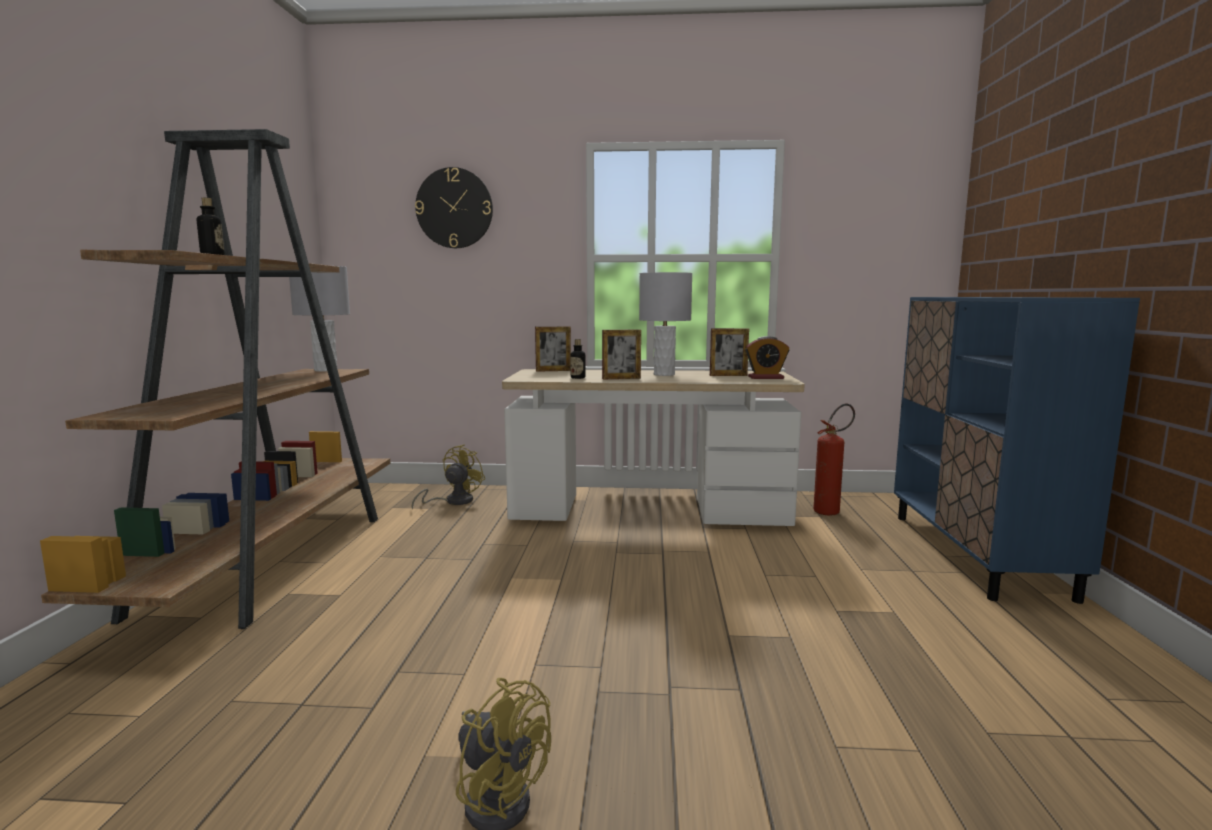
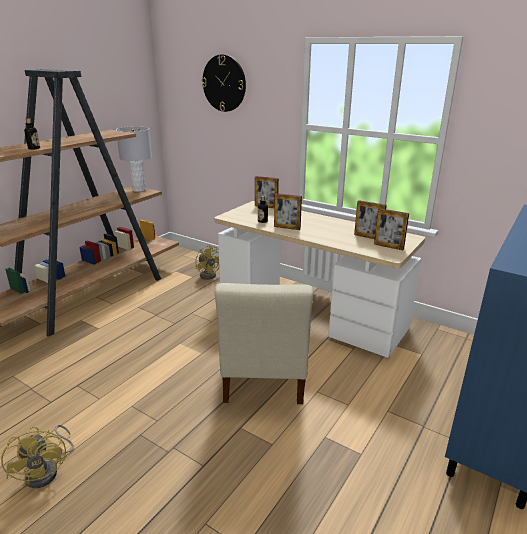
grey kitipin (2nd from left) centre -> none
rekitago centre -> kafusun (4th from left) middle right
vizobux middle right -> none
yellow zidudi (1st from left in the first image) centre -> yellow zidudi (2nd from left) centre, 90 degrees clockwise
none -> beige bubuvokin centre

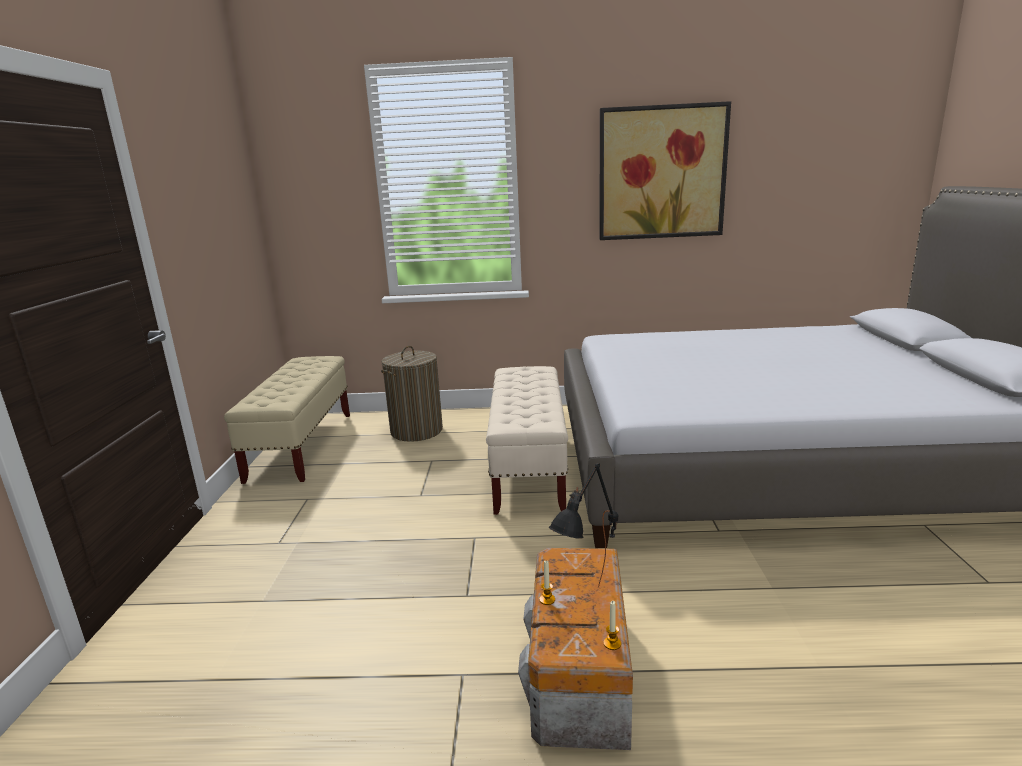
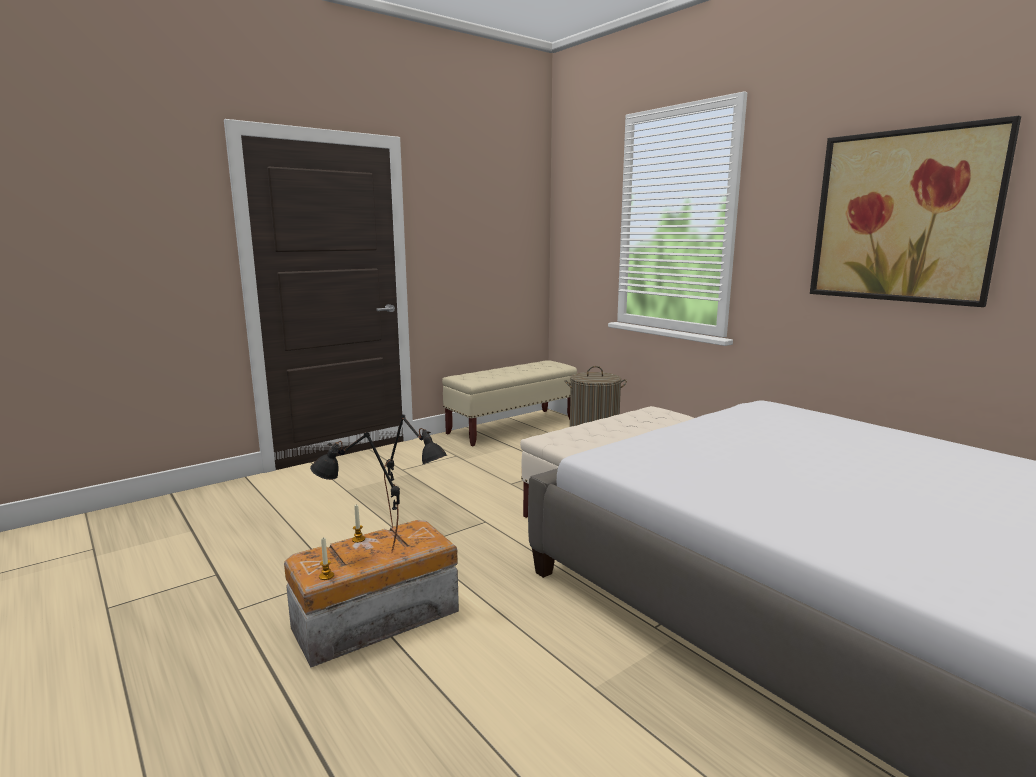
none -> black kitipin (2nd from left) centre

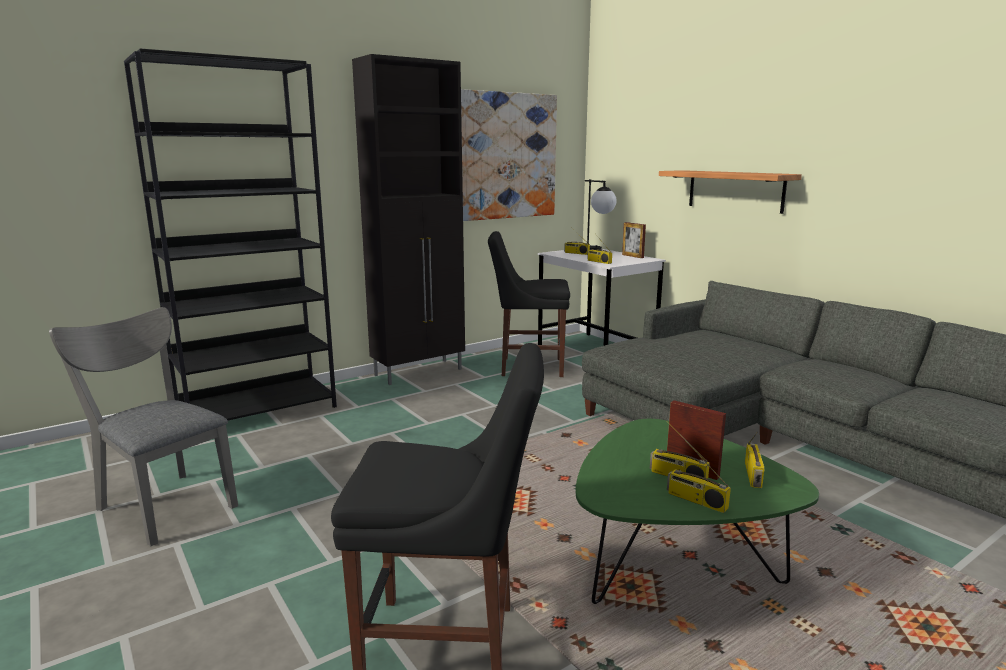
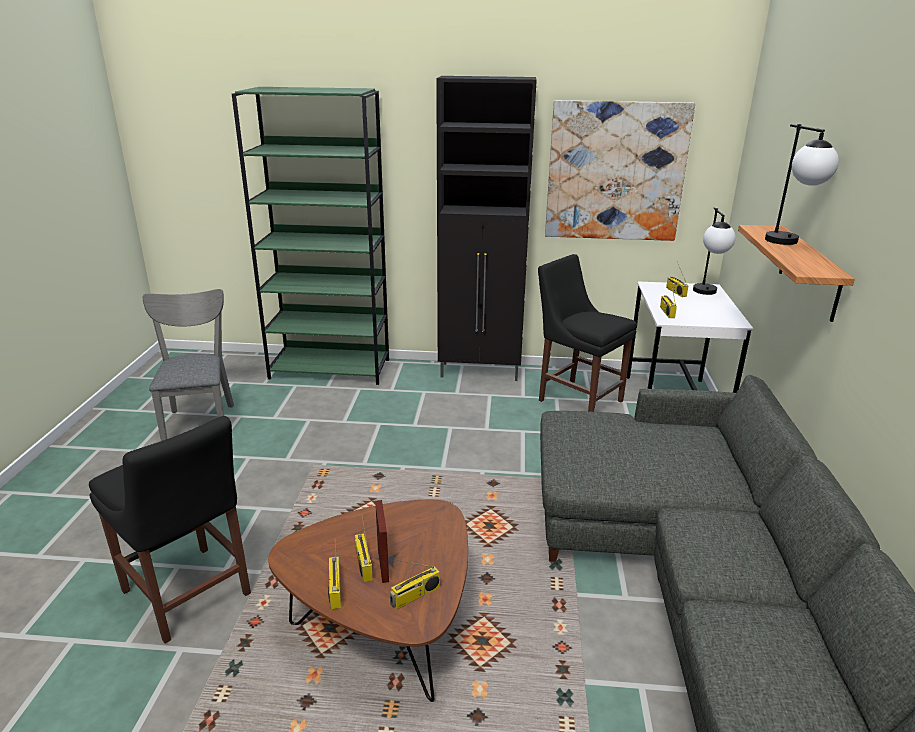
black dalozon middle left -> green dalozon top centre
kafusun (1st from left) centre -> none
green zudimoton bottom right -> brown zudimoton bottom centre
none -> kitipin (2nd from left) top right

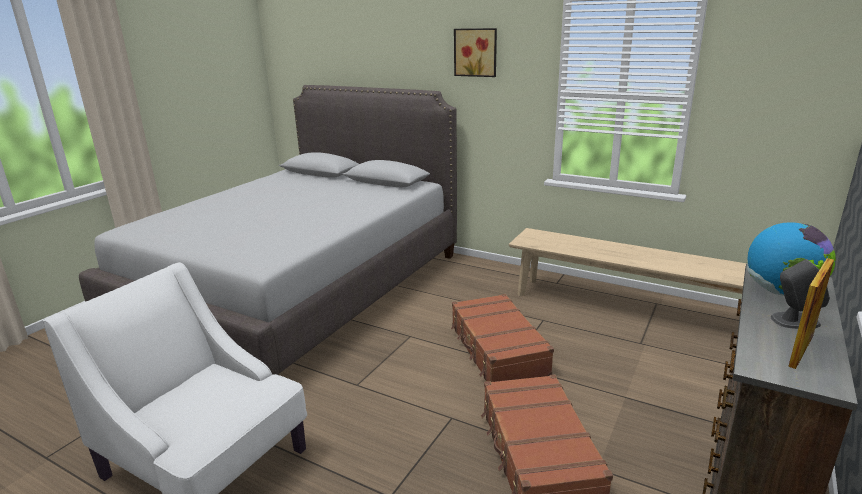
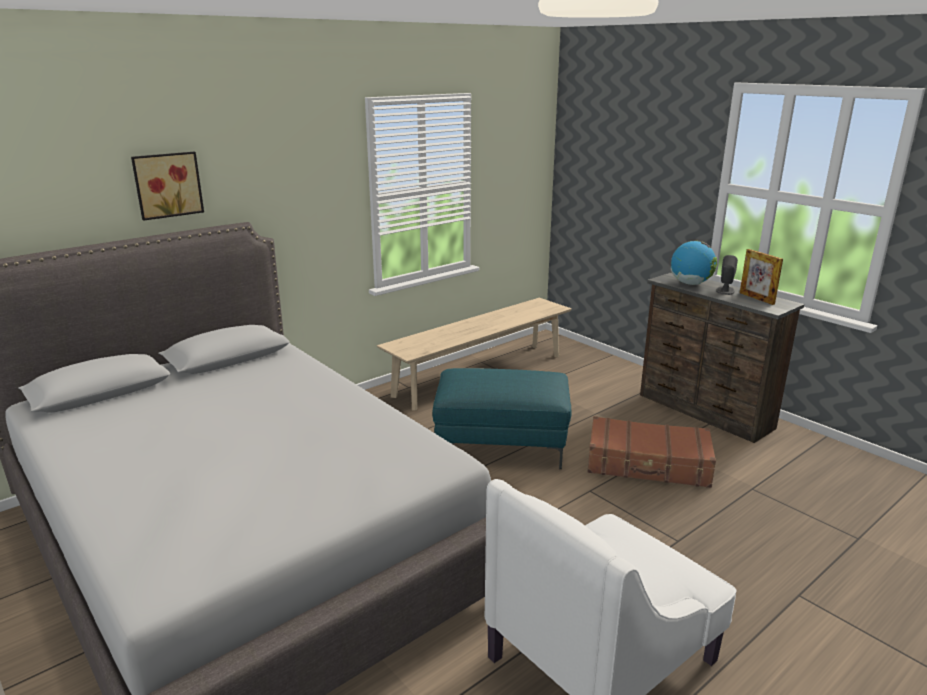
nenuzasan top centre -> nenuzasan top left, move
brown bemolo (1st from left) bottom centre -> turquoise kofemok centre

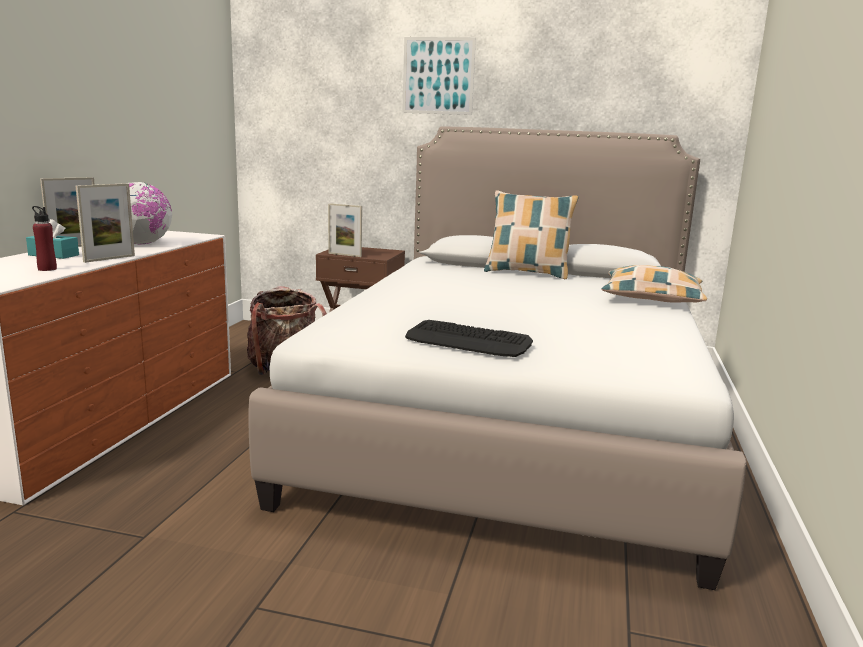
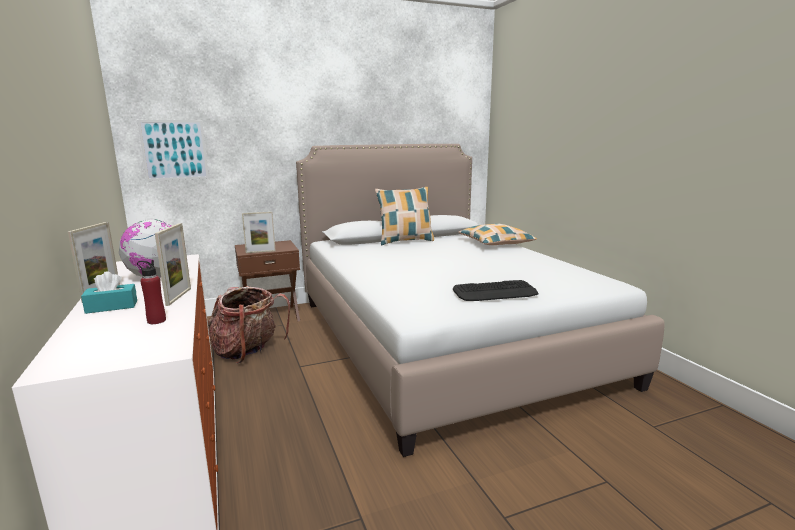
nenuzasan top centre -> nenuzasan top left, move

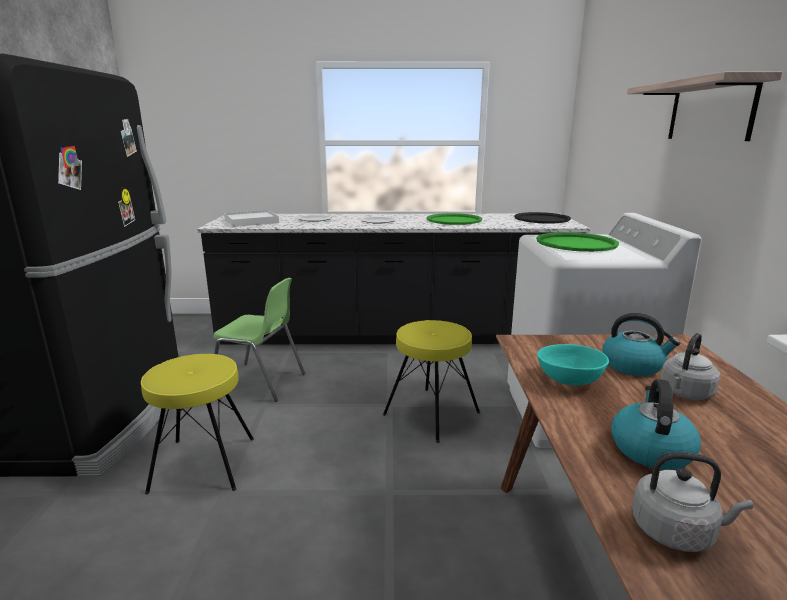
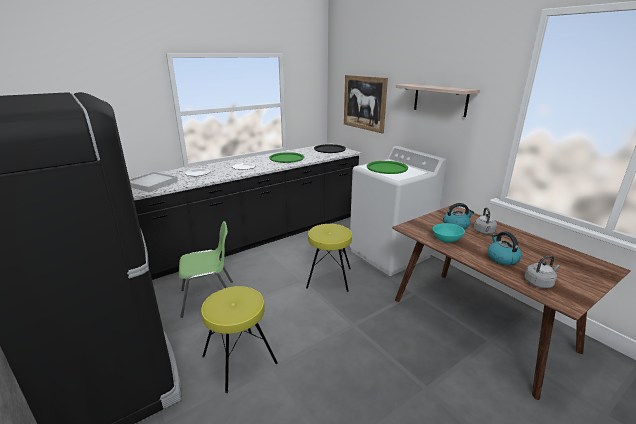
none -> nenuzasan top centre

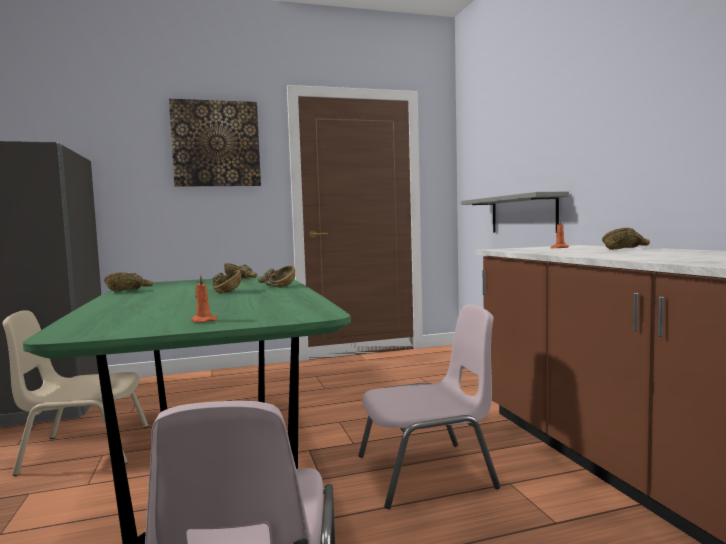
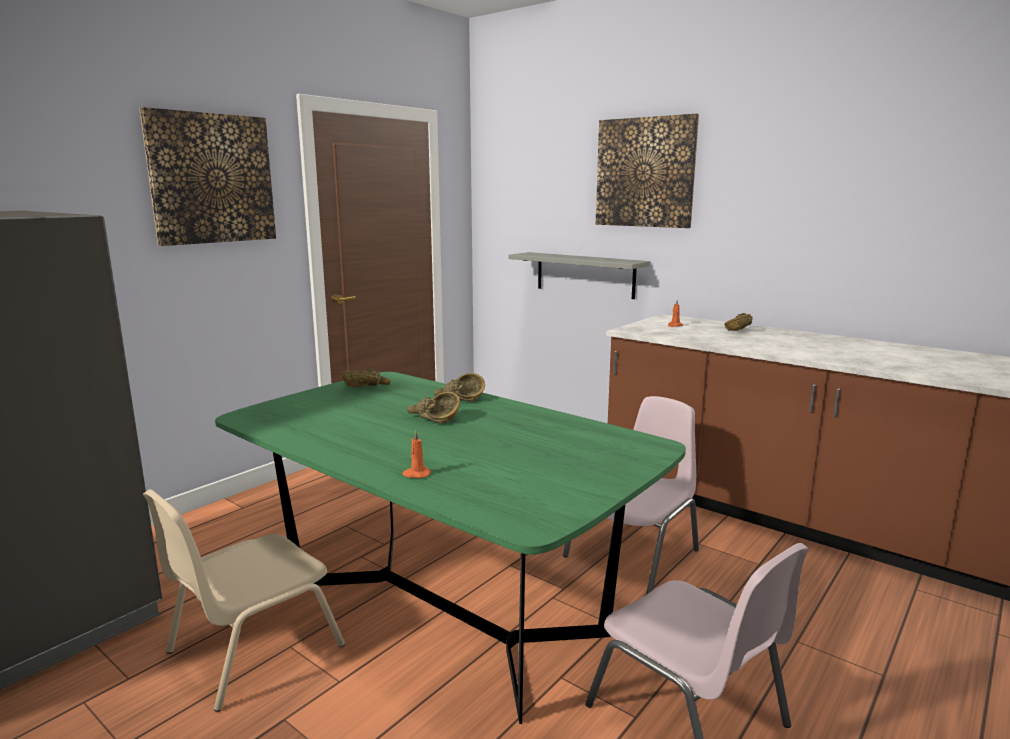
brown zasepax (1st from left) middle left -> none
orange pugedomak (1st from left) middle left -> orange pugedomak (1st from left) centre, move
none -> nenuzasan (2nd from left) top centre

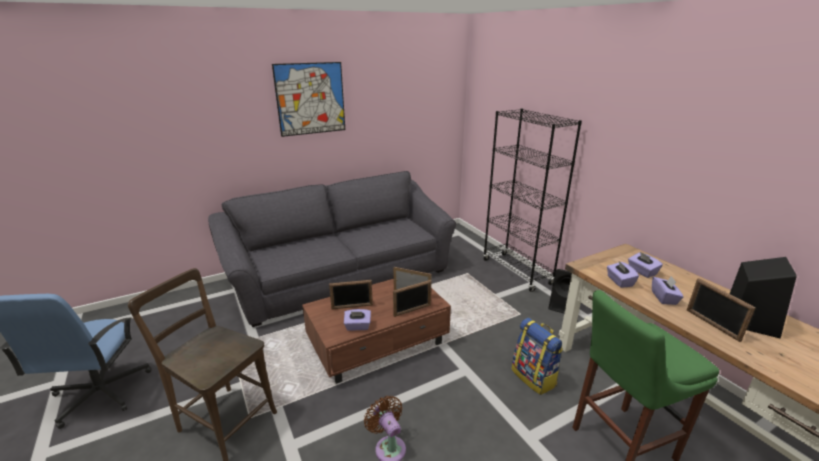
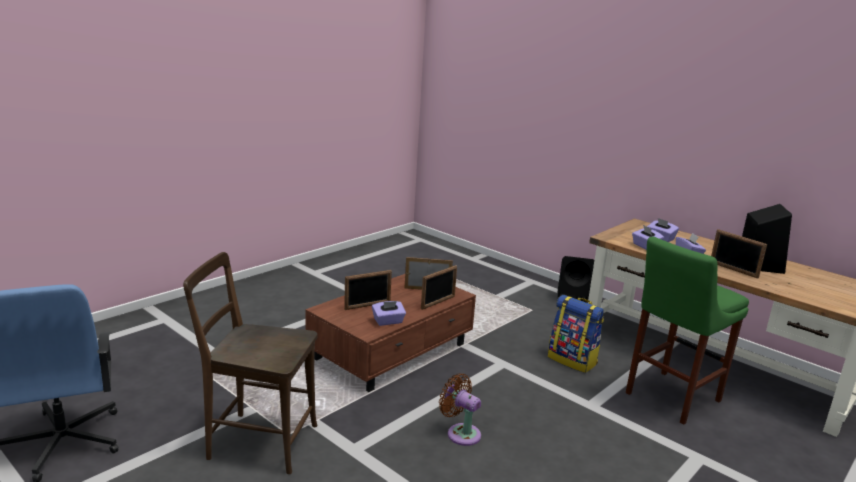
nenuzasan top centre -> none
black dalozon centre -> none
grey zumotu centre -> none

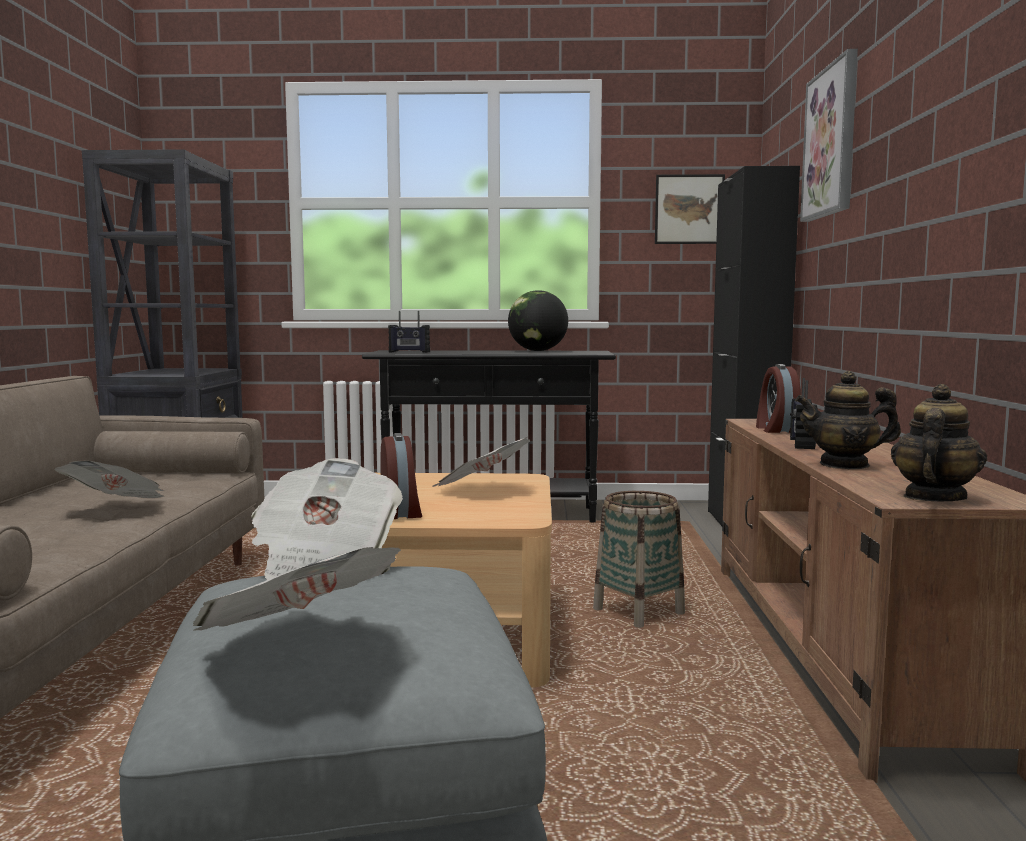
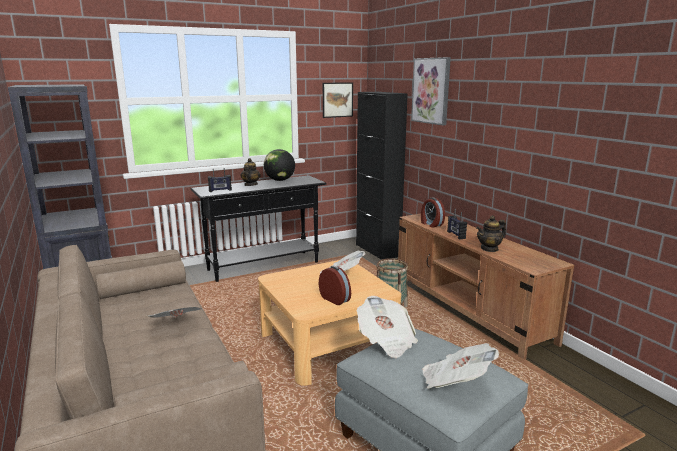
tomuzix (2nd from left in the first image) middle right -> tomuzix (1st from left) centre, move

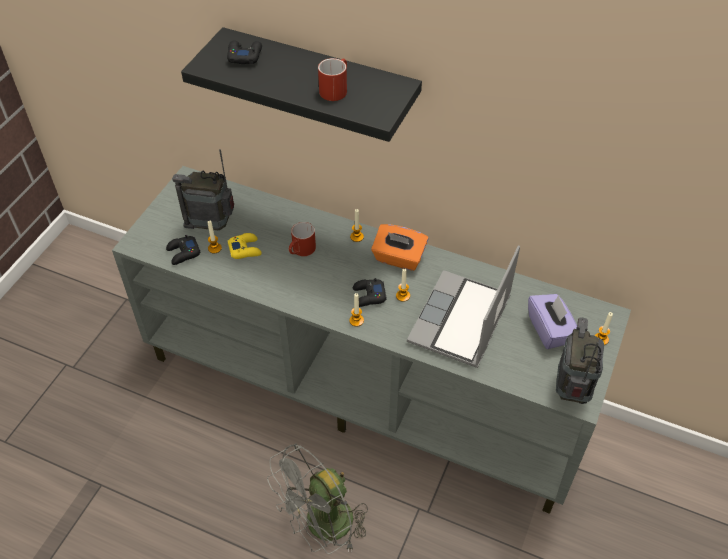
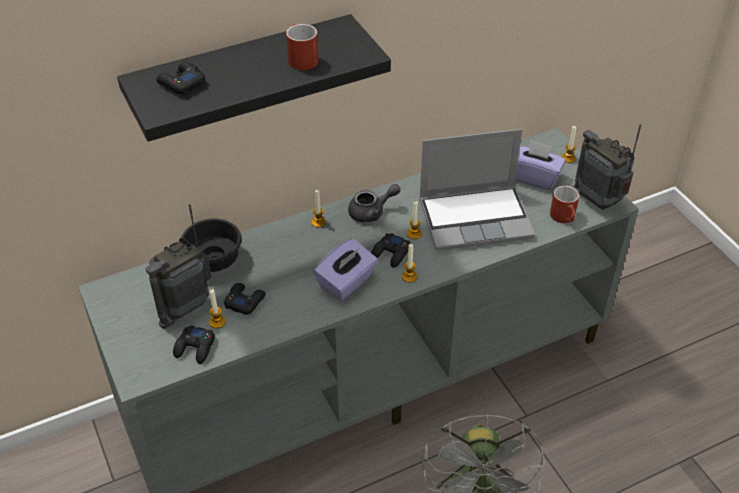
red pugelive (1st from left in the first image) centre -> red pugelive (2nd from left) middle right, move
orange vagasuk centre -> grey tomuzix centre
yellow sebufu centre -> black sebufu (3rd from left) middle left
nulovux centre, 75 degrees counterclockwise
none -> black zasepax middle left
none -> purple vagasuk (1st from left) centre

